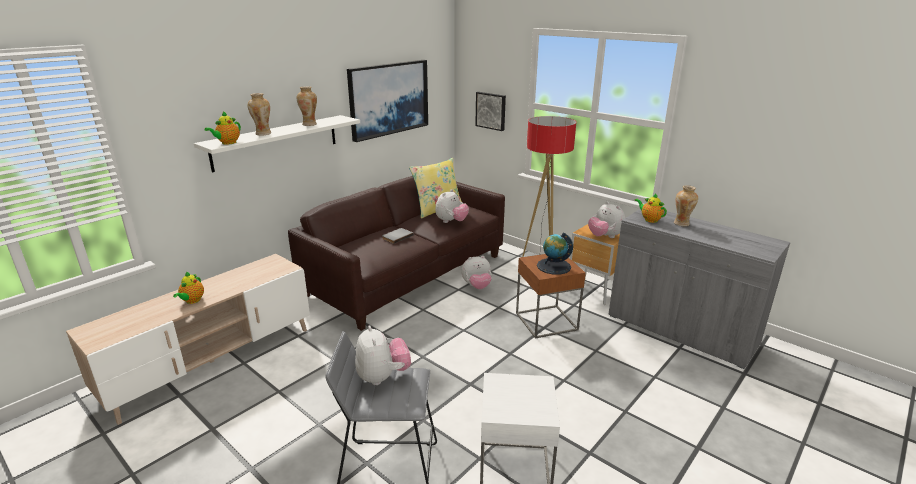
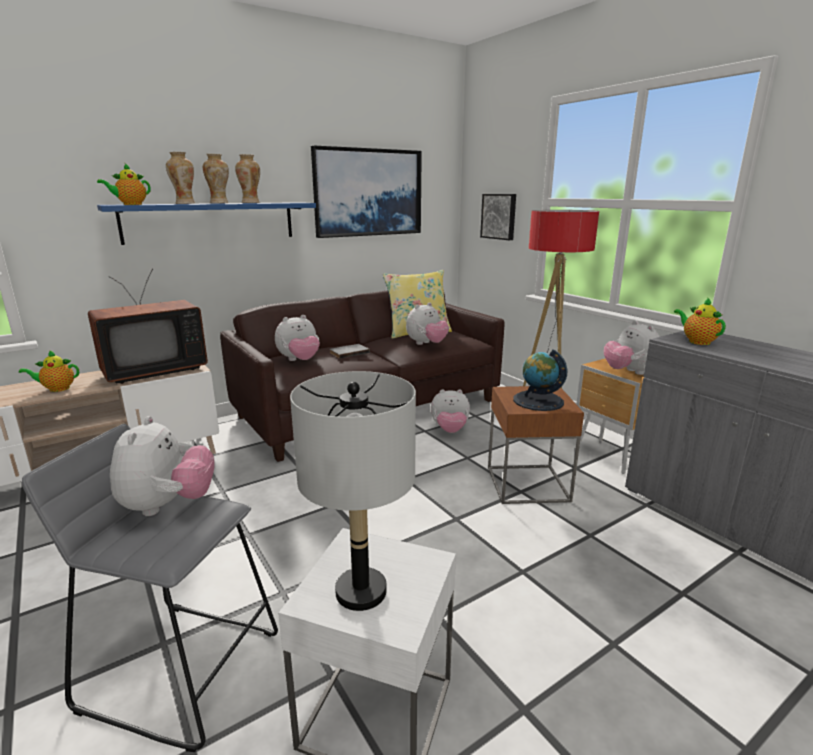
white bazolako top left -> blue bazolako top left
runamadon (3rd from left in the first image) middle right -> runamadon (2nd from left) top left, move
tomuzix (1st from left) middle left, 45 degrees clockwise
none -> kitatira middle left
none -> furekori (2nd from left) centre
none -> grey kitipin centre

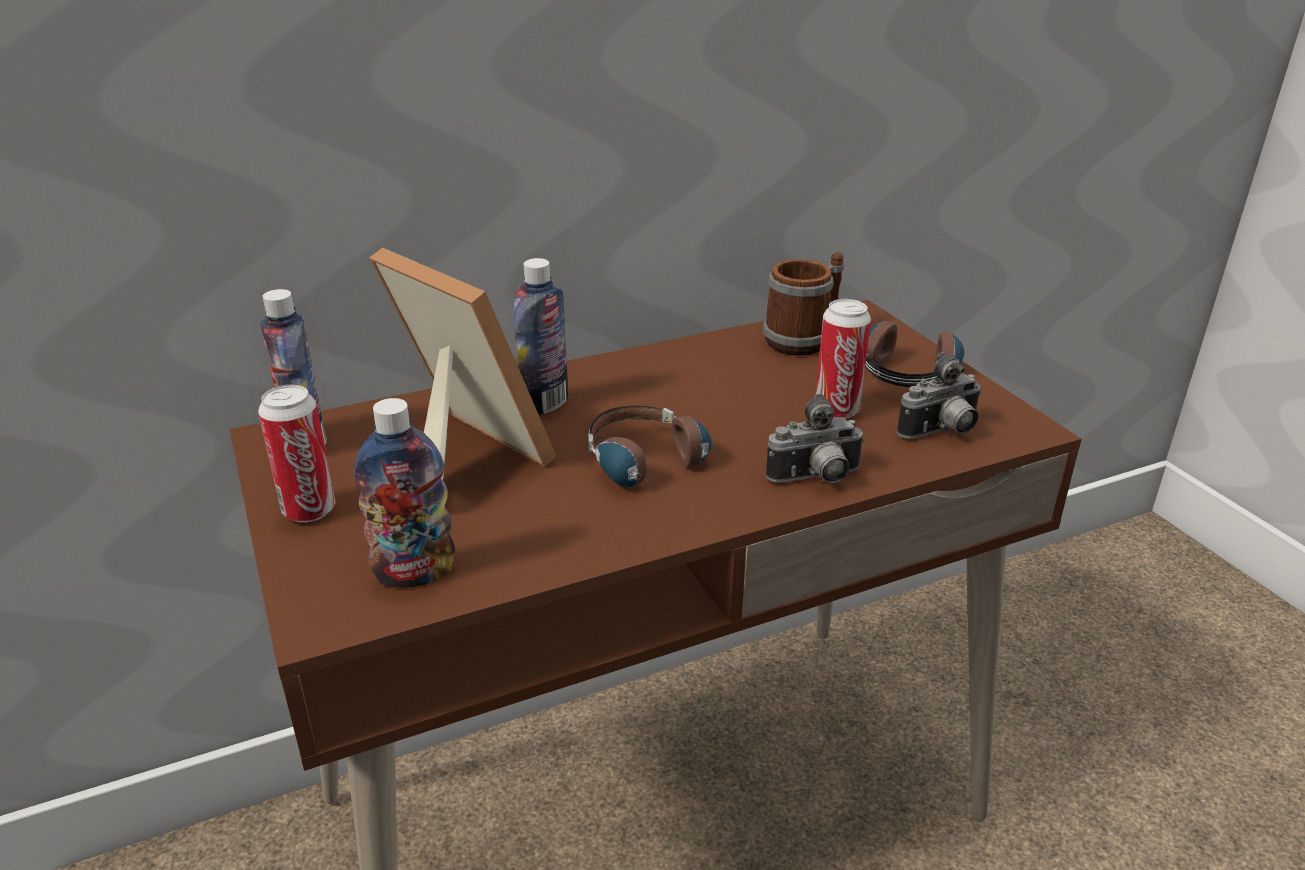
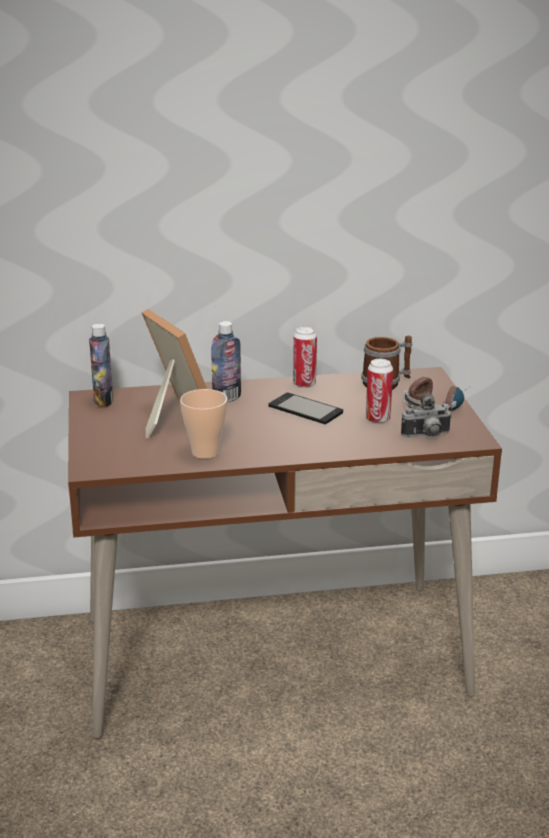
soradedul (1st from left) middle left -> soradedul (1st from left) centre, move
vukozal (1st from left) centre -> none
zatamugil (2nd from left) middle left -> none
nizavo (1st from left) centre -> none
none -> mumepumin centre
none -> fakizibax centre

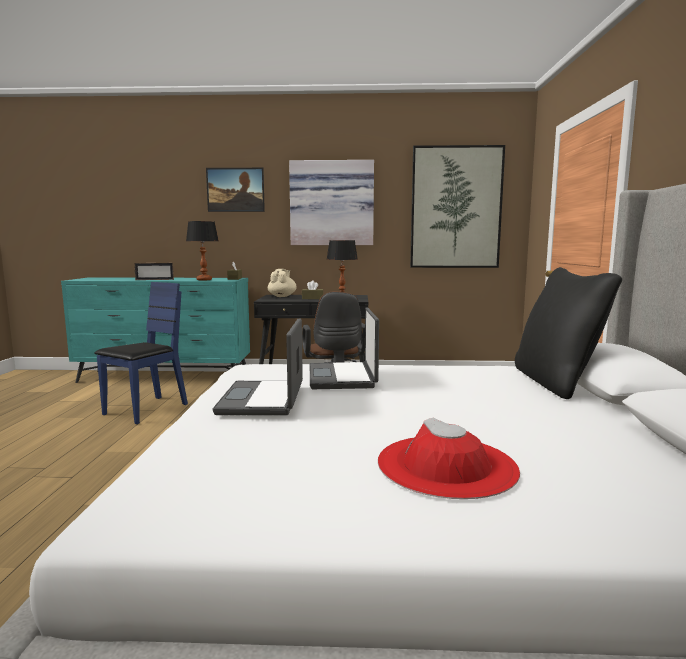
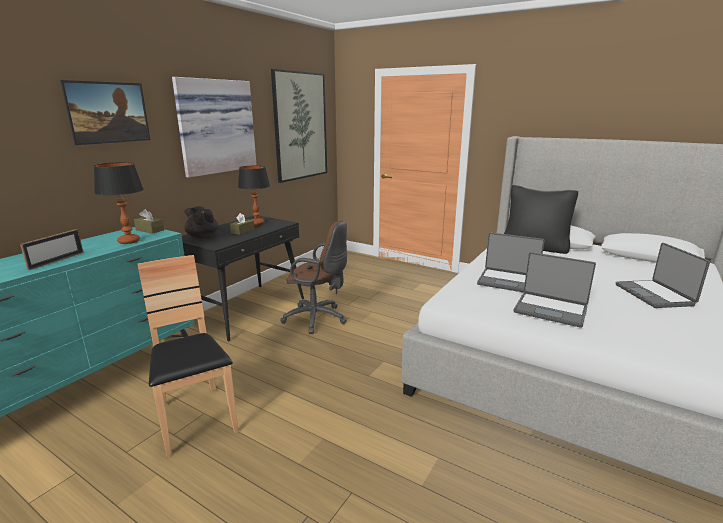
beige tomuzix centre -> black tomuzix middle left
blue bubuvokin middle left -> brown bubuvokin bottom left
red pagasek bottom centre -> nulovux (3rd from left) middle right

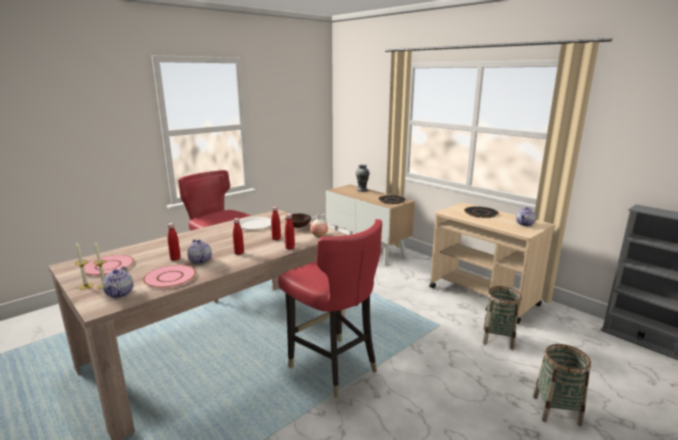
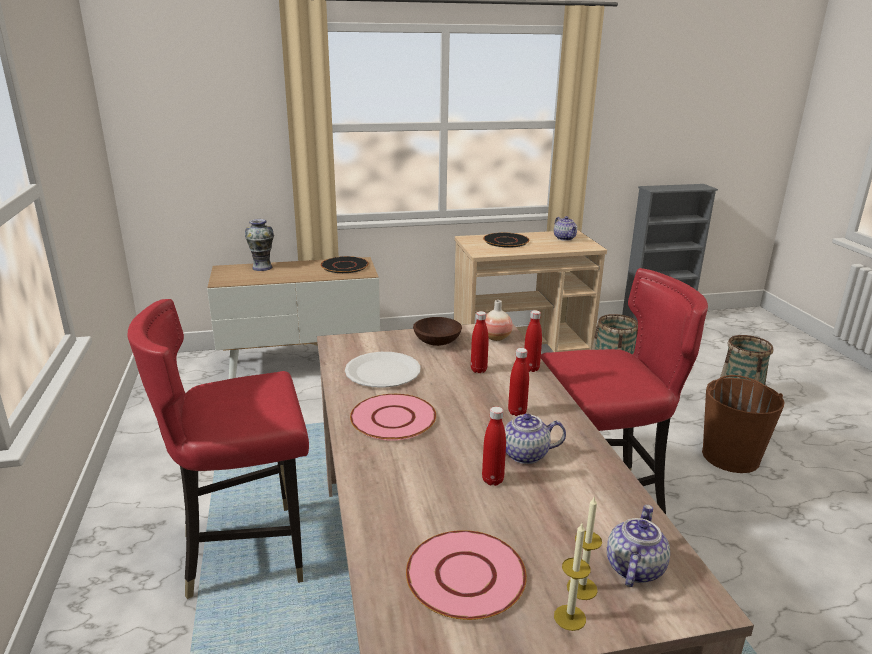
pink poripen (2nd from left in the first image) middle left -> pink poripen (1st from left) centre, move
tomuzix (1st from left in the first image) middle left -> tomuzix (3rd from left) bottom right, 90 degrees counterclockwise
none -> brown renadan middle right

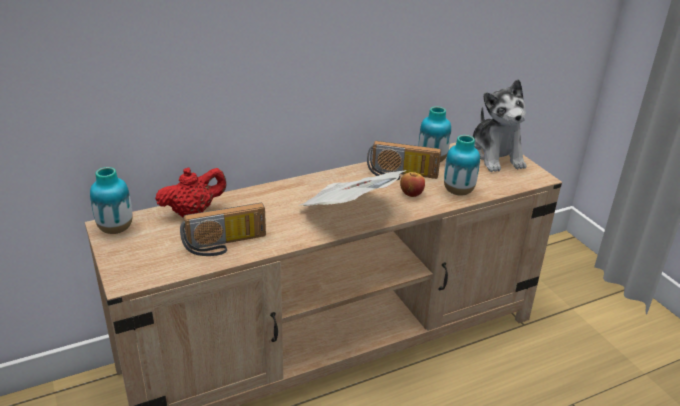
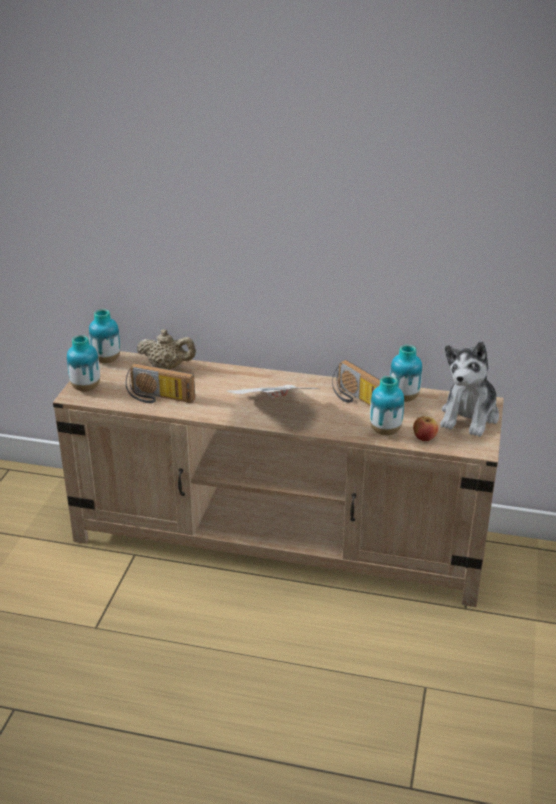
red tomuzix middle left -> beige tomuzix middle left
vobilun centre -> vobilun middle right, move
none -> runamadon (1st from left) middle left

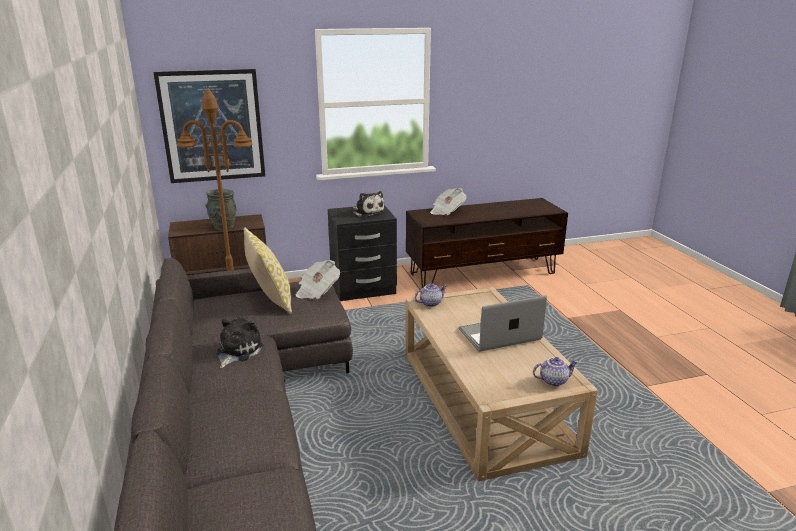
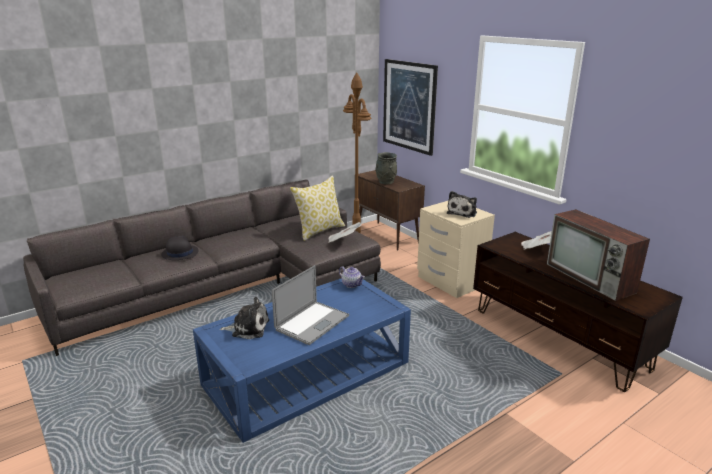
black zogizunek centre -> beige zogizunek centre
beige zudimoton bottom centre -> blue zudimoton bottom centre
nulovux centre, 75 degrees clockwise
furekori (1st from left) middle left -> furekori (1st from left) bottom centre, move
tomuzix (2nd from left) bottom right -> none
none -> kitatira middle right
none -> black pagasek middle left

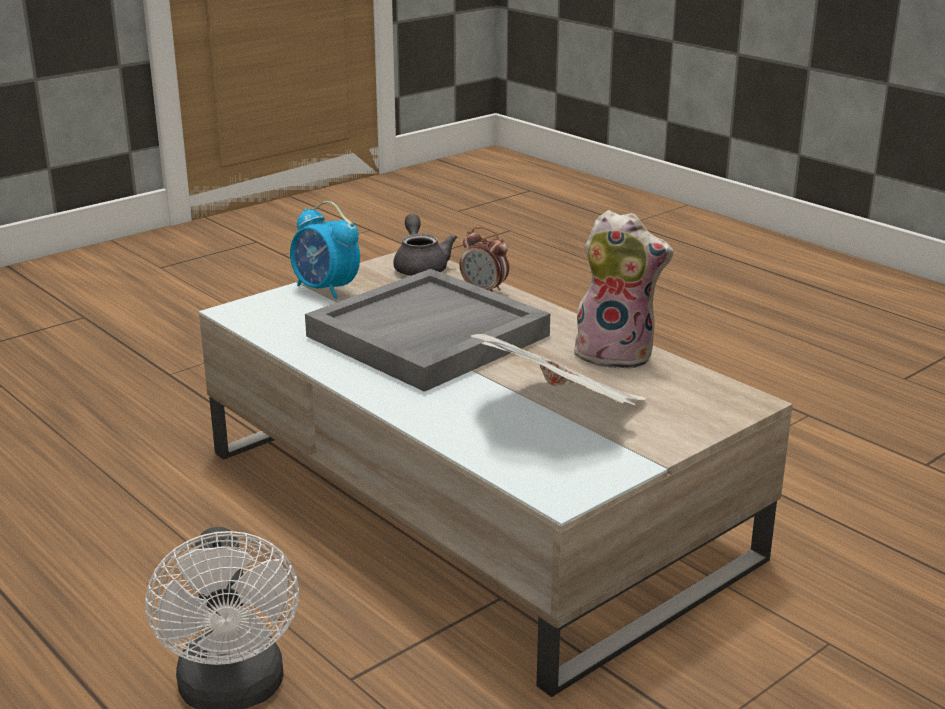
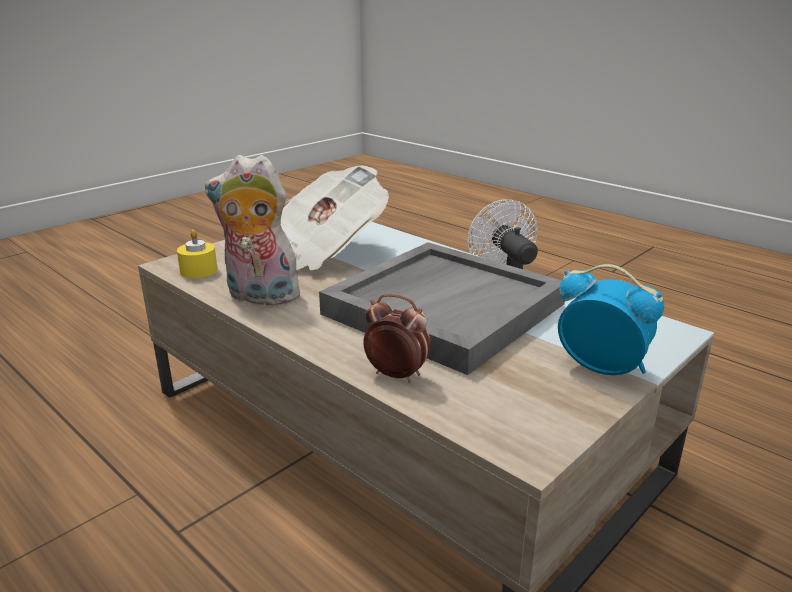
grey tomuzix centre -> none
none -> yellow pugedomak middle left

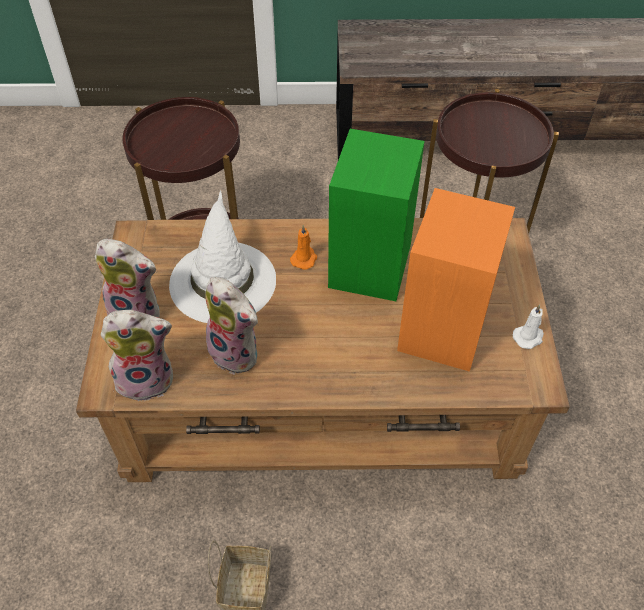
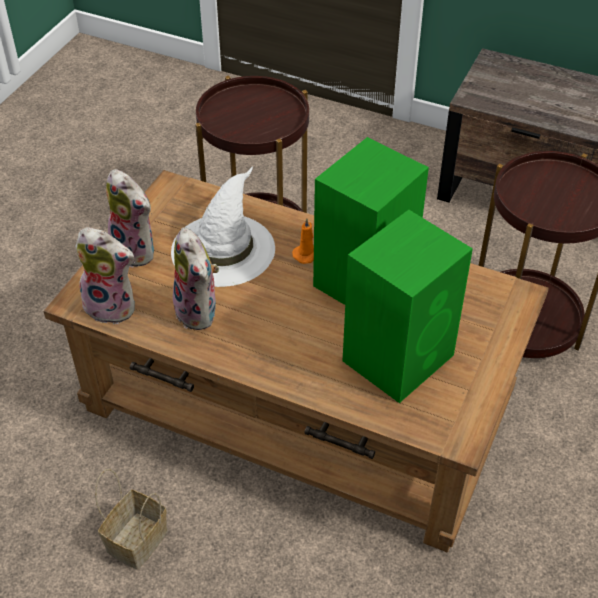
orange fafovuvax middle right -> green fafovuvax (2nd from left) middle right
white pugedomak middle right -> none

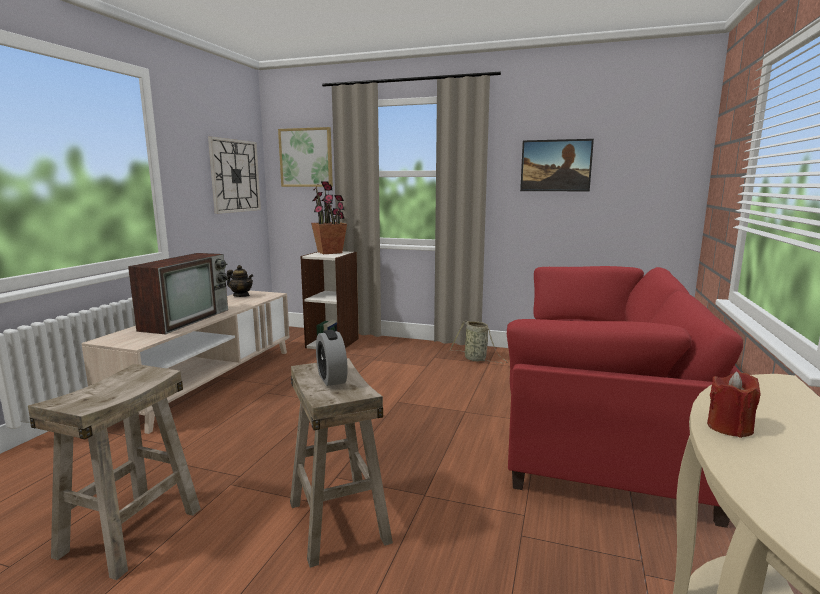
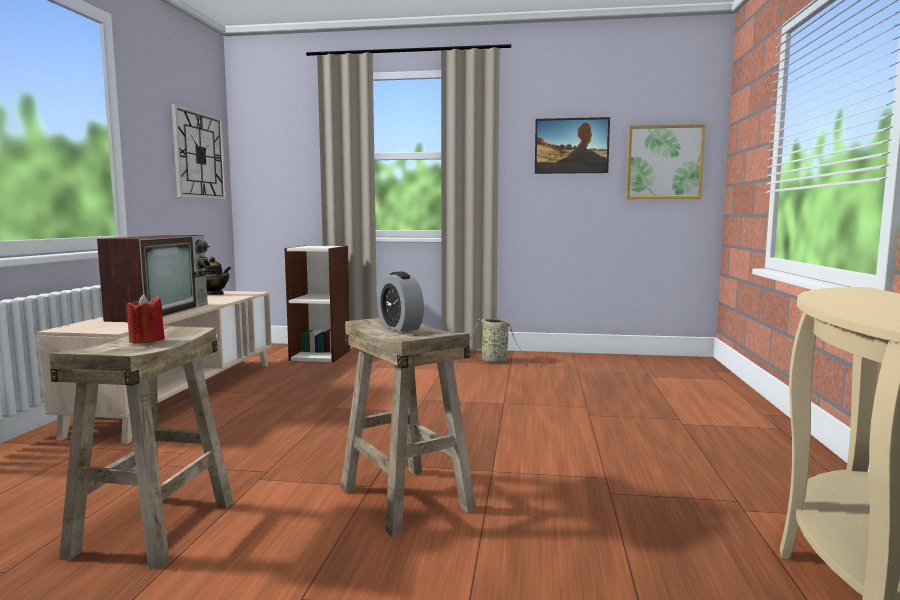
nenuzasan (1st from left in the first image) top centre -> nenuzasan (2nd from left) top right, move
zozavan centre -> none
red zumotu bottom right -> none
red pugedomak bottom right -> red pugedomak middle left, move

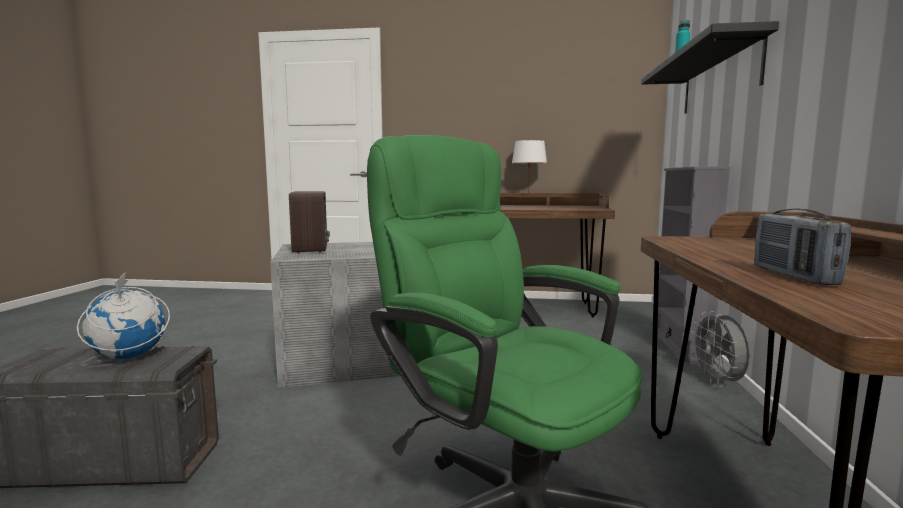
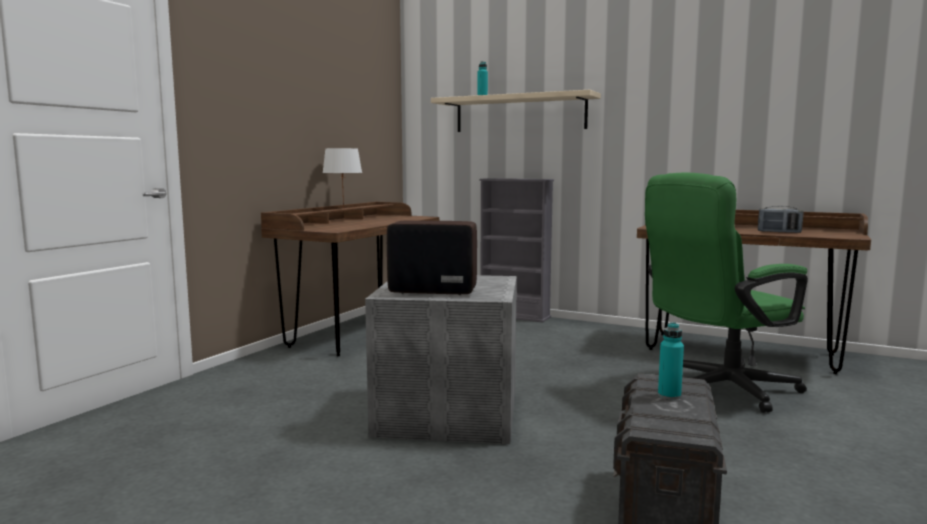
black bazolako top right -> beige bazolako top centre
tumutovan middle left -> turquoise zatamugil (2nd from left) bottom right
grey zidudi bottom right -> none

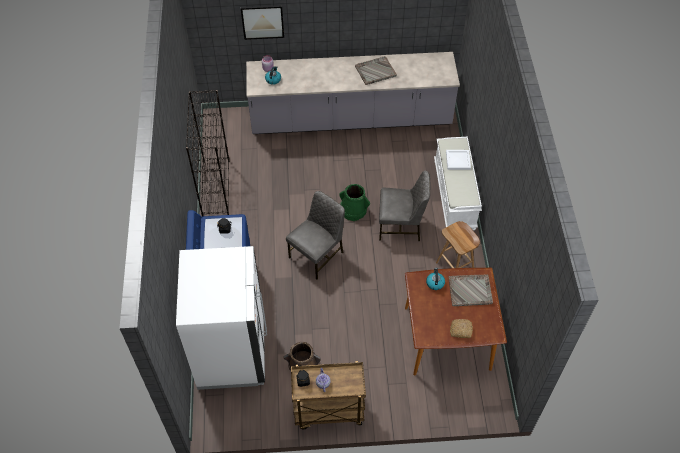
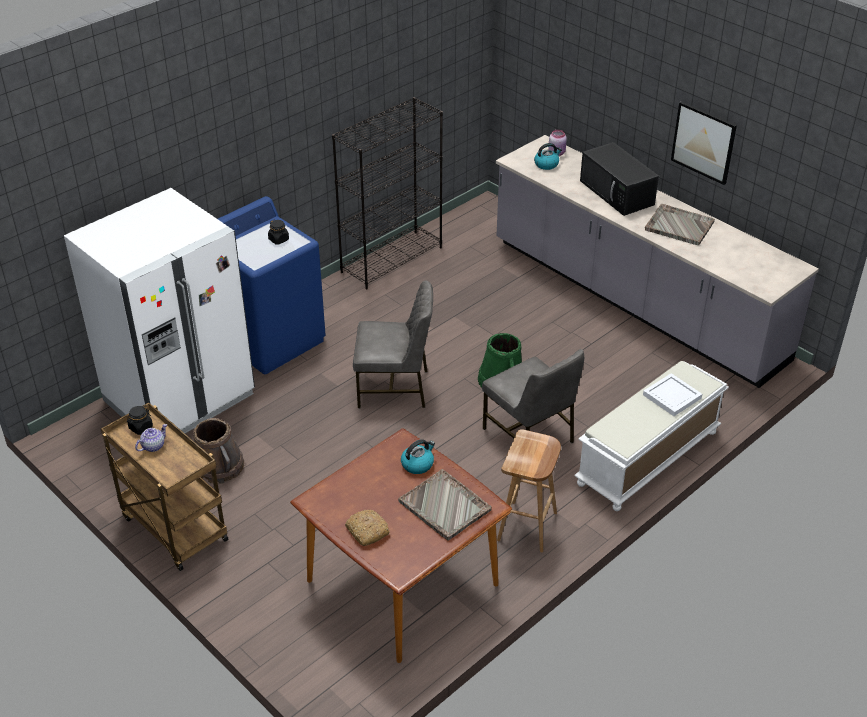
nenuzasan top centre -> nenuzasan top right, move
none -> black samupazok top right

